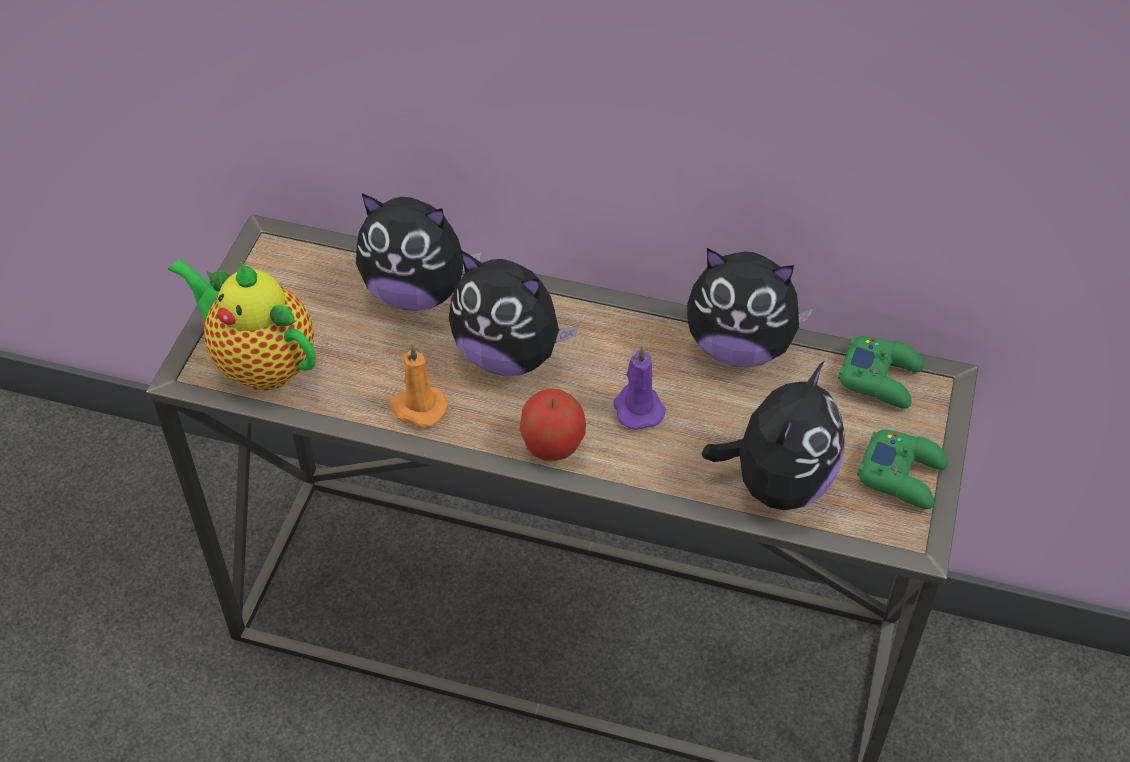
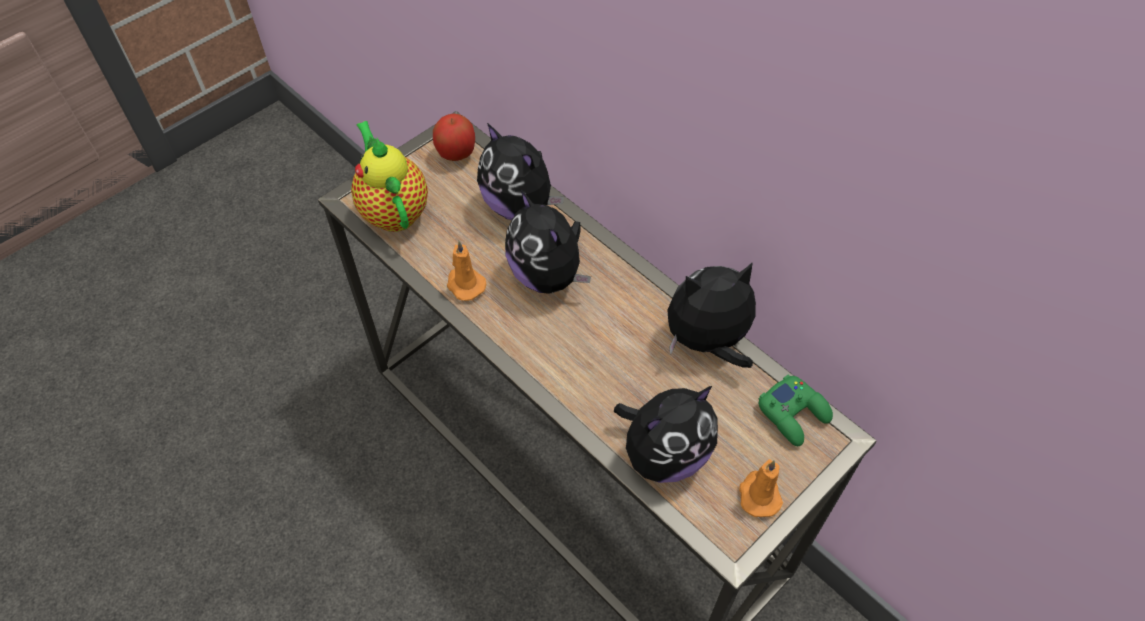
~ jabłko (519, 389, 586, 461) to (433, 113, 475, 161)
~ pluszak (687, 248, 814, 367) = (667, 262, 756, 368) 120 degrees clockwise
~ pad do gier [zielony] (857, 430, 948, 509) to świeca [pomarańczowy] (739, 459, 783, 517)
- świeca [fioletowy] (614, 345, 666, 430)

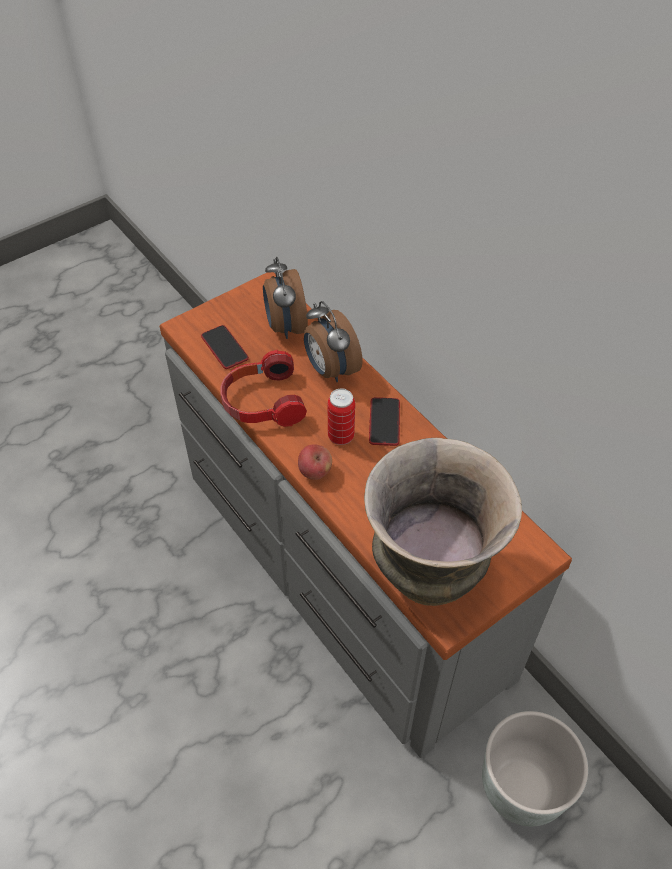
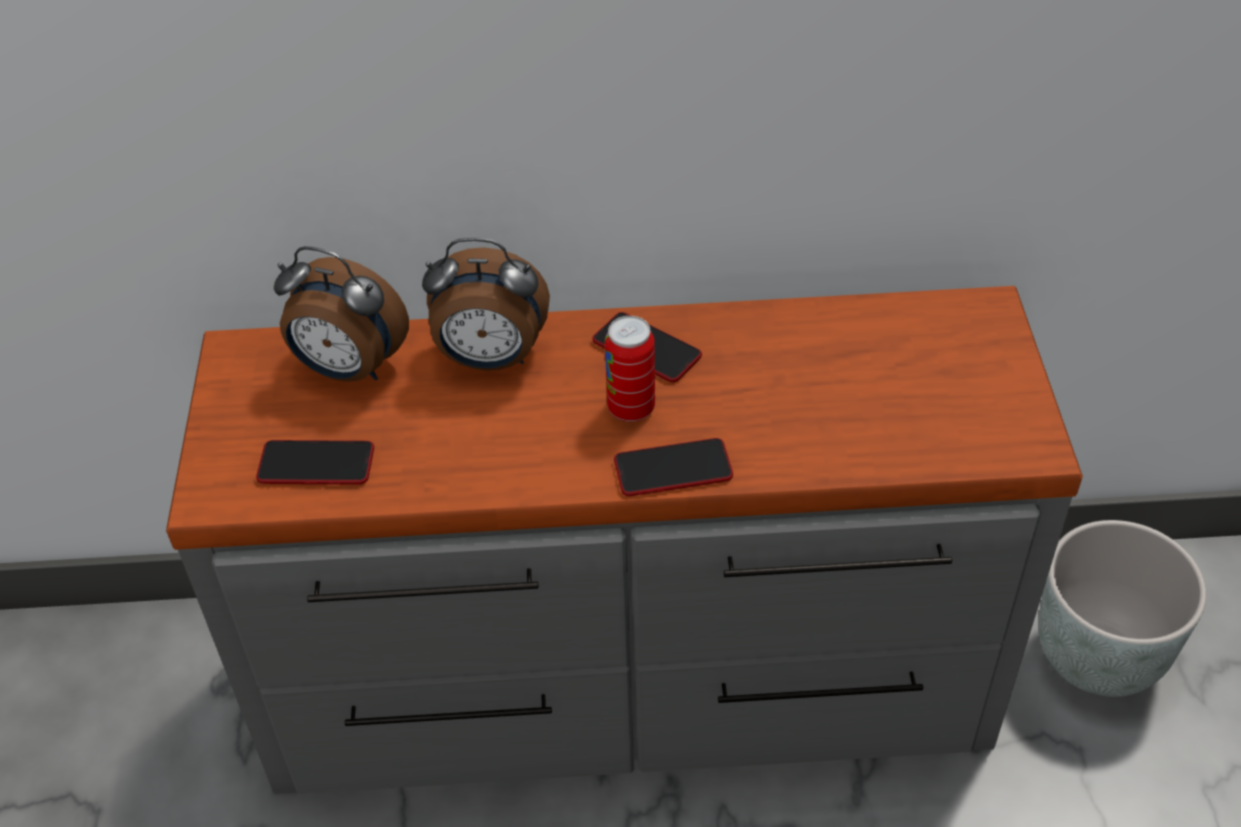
~ jabłko (298, 444, 332, 480) to telefon (614, 438, 733, 496)
- słuchawki (220, 350, 307, 427)
- wazon (364, 438, 522, 606)

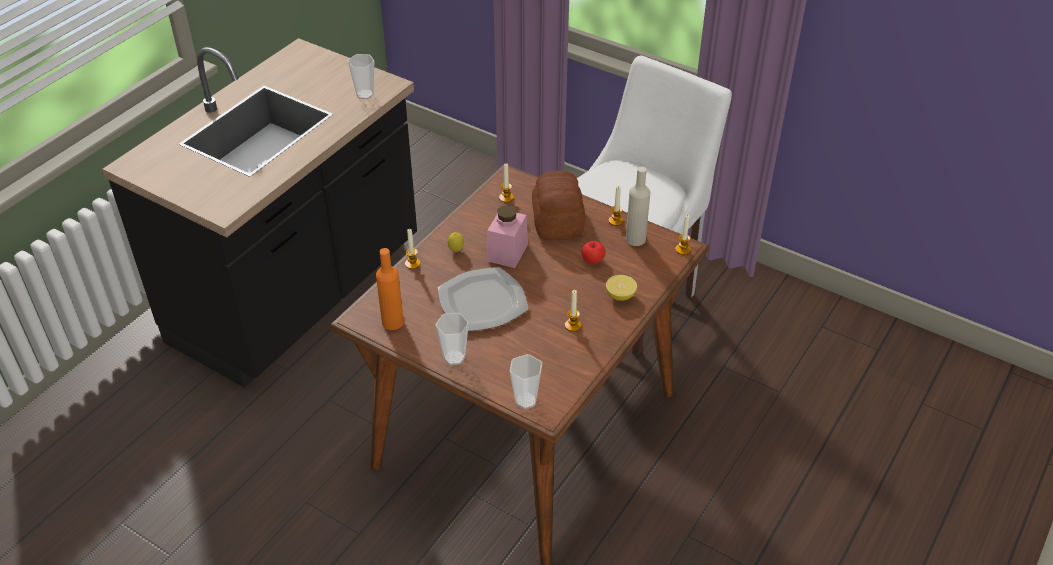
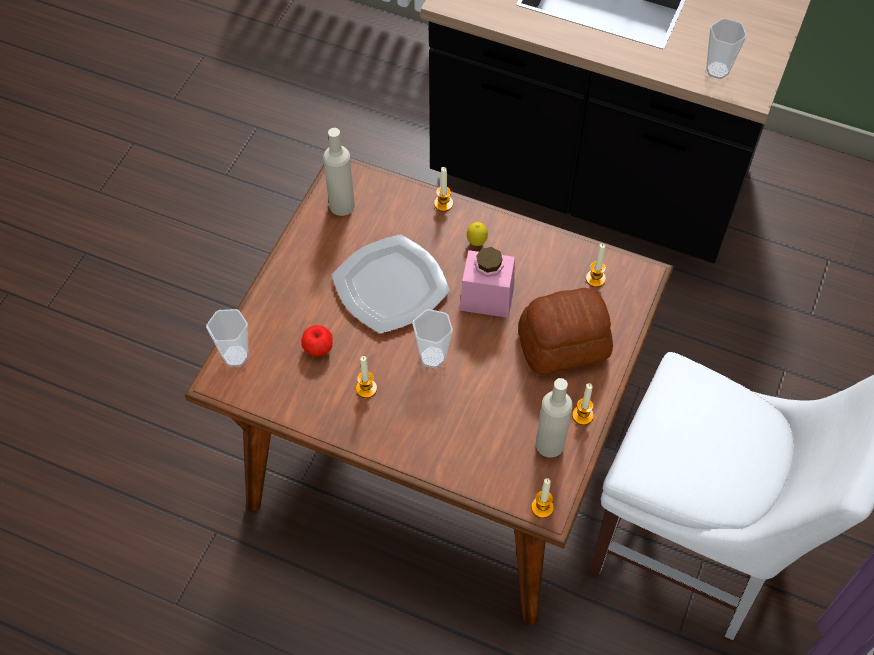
~ jabłko (582, 241, 606, 264) to (301, 325, 333, 356)
~ butelka [pomarańczowy] (376, 248, 404, 330) to butelka [beżowy] (323, 128, 355, 216)
~ filiżanka (436, 313, 469, 365) to (412, 309, 453, 368)
- cytryna (606, 275, 637, 301)

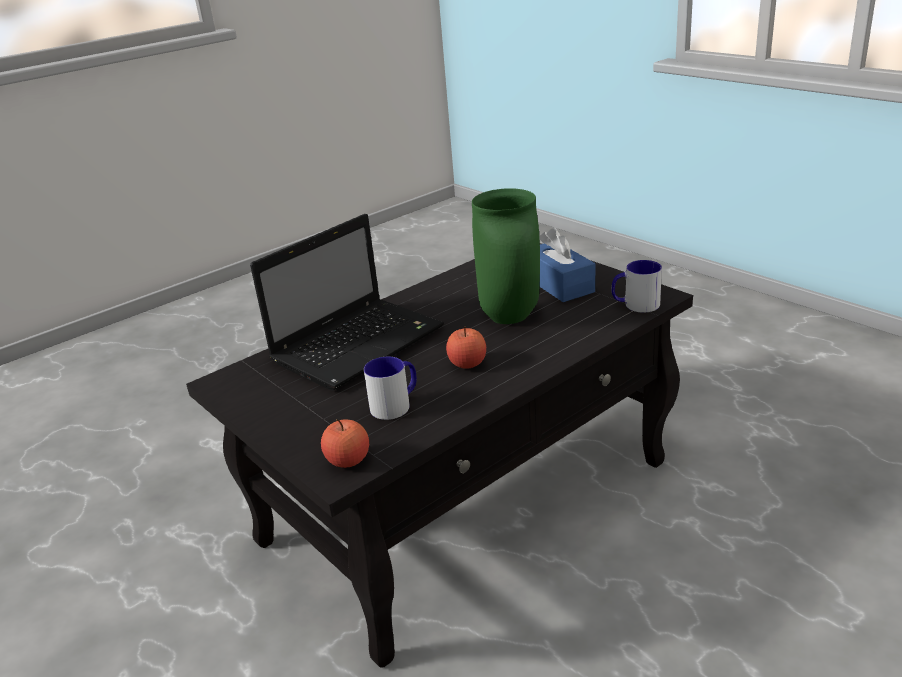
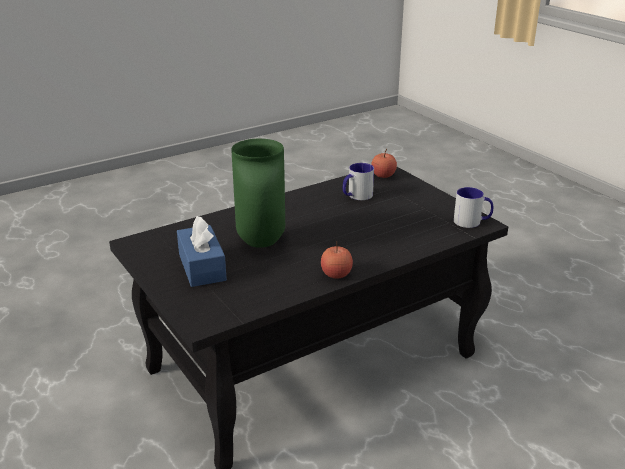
~ jabłko (446, 326, 486, 369) to (321, 241, 353, 279)
~ kubek (611, 260, 662, 312) to (454, 187, 493, 228)
- laptop (250, 214, 444, 391)

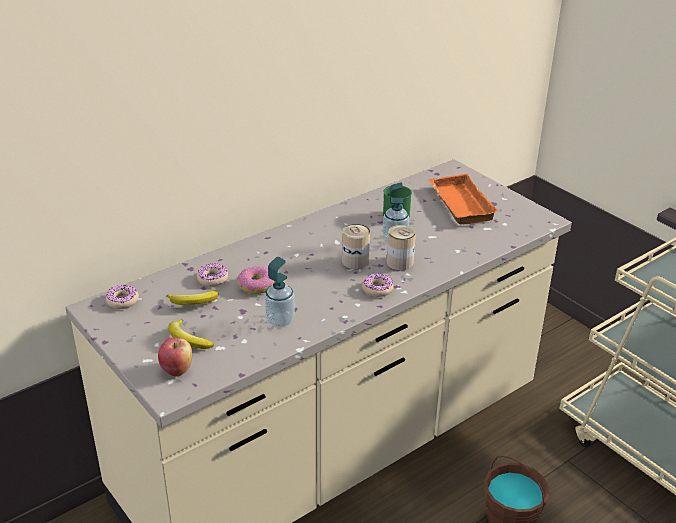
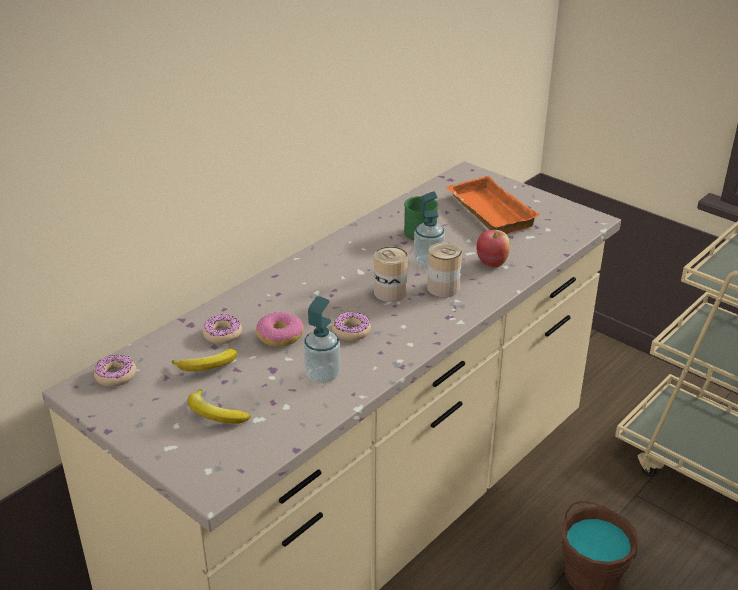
~ donut (362, 273, 393, 297) to (332, 312, 371, 341)
~ jabłko (158, 338, 192, 377) to (477, 230, 510, 268)

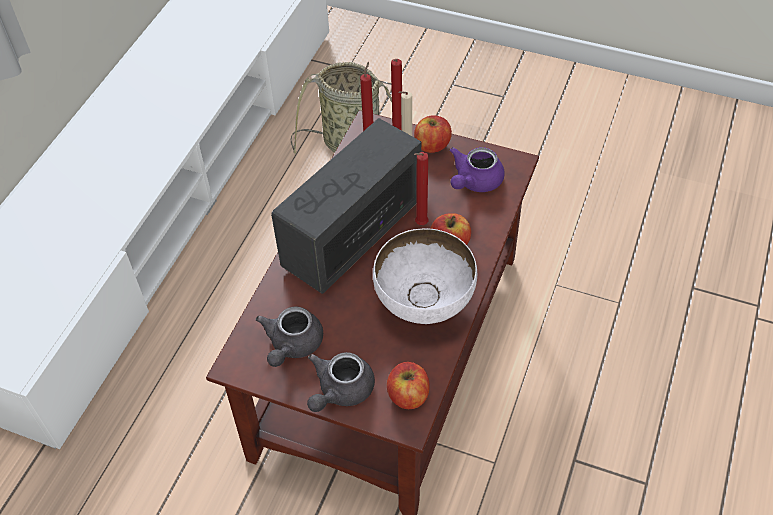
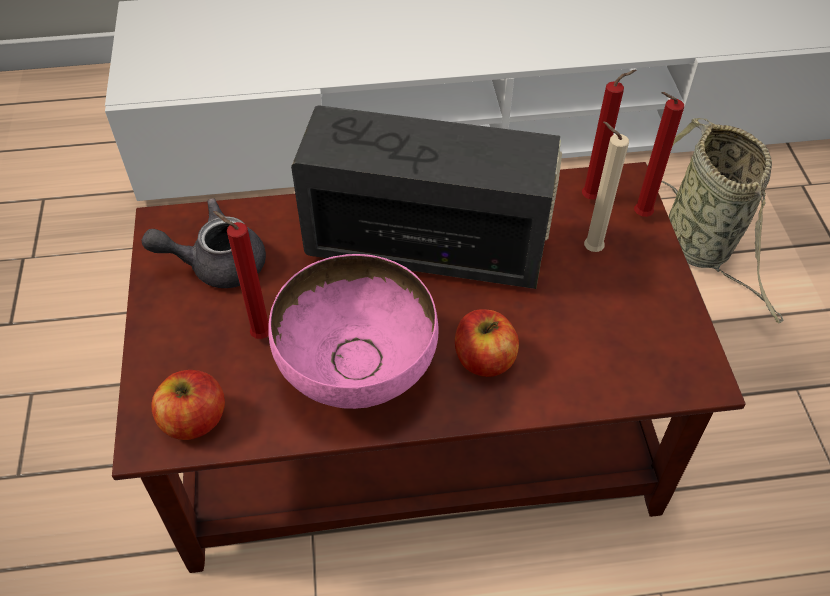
~ świeca [czerwony] (414, 152, 429, 225) to (213, 211, 269, 339)
~ miska [biały] (373, 228, 477, 324) to miska [różowy] (268, 254, 438, 409)
- imbryk [szary] (307, 352, 375, 412)
- jabłko (414, 115, 452, 153)
- imbryk [fioletowy] (450, 147, 505, 192)

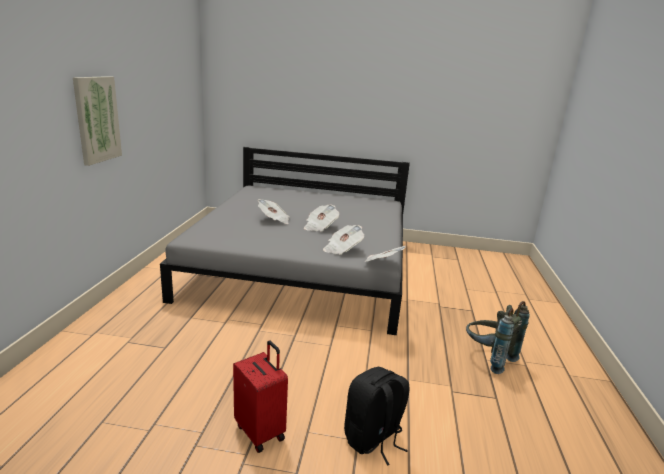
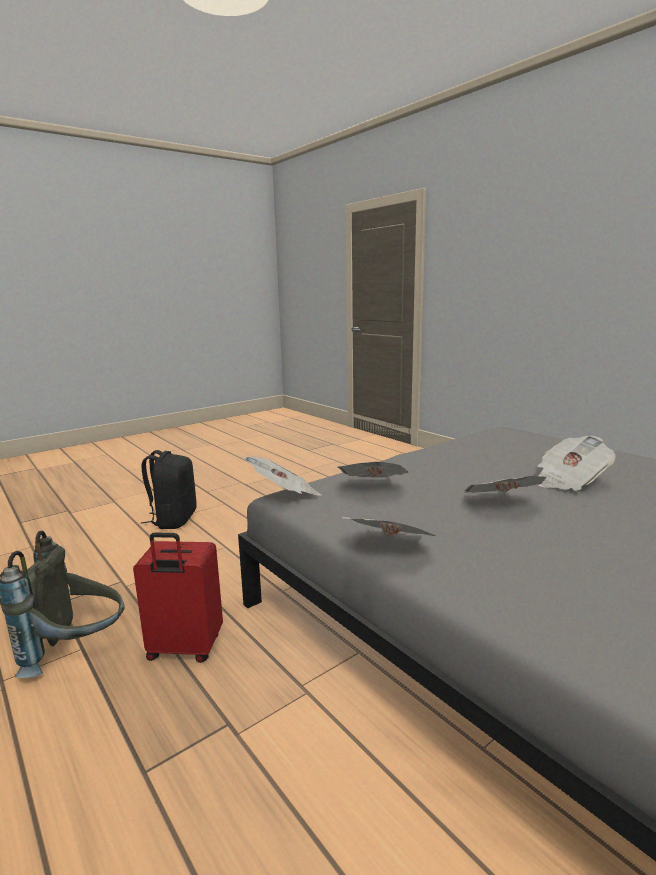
~ walizka [czerwony] (233, 340, 288, 453) to (133, 532, 223, 663)
+ gazeta (342, 517, 436, 536)
- obraz (73, 76, 122, 166)

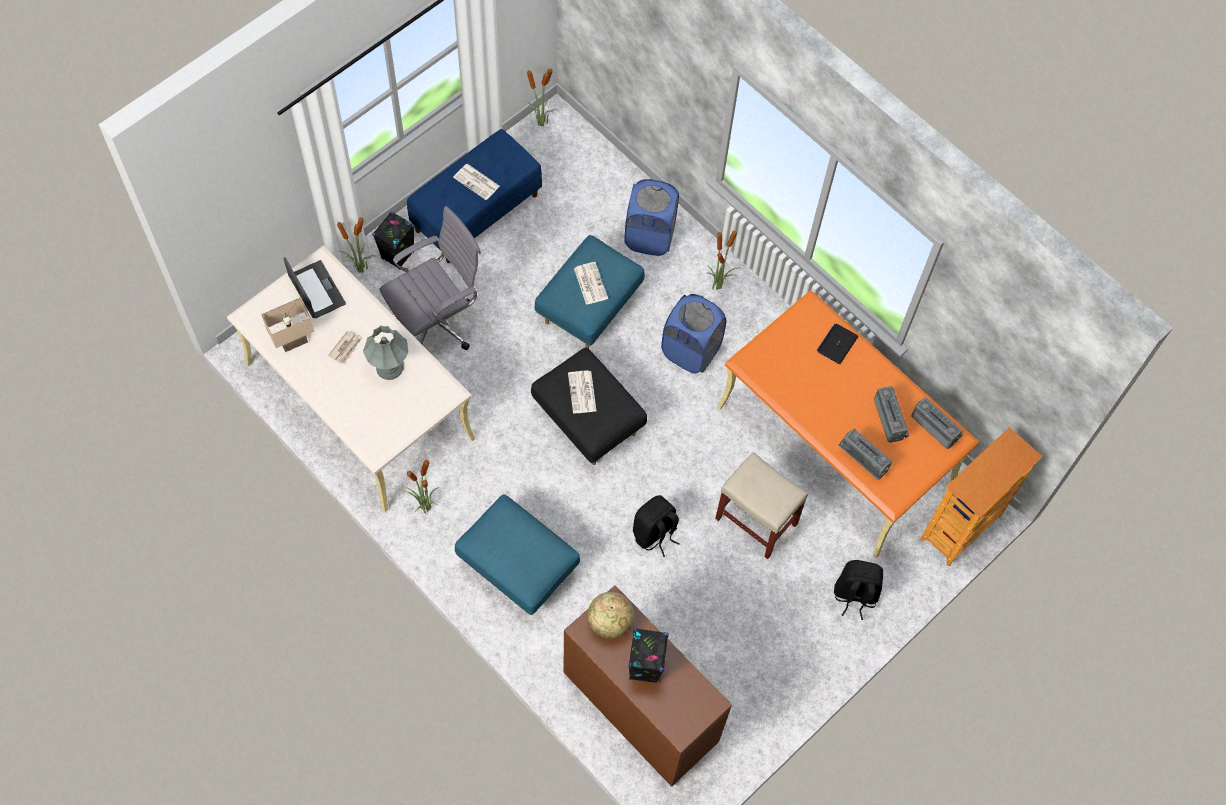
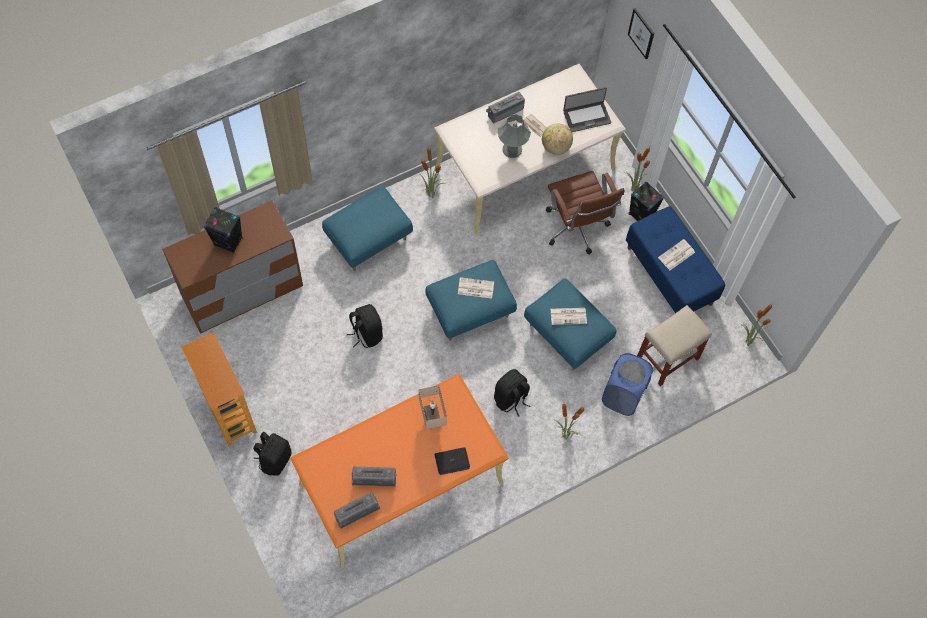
~ regał (920, 427, 1043, 566) to (181, 332, 257, 446)
~ lampa stołowa [beżowy] (261, 298, 314, 352) to (419, 385, 447, 430)
~ pufa [czarny] (531, 347, 647, 465) to pufa [niebieski] (425, 260, 517, 341)
~ laptop (817, 324, 858, 364) = (434, 447, 470, 475) 120 degrees clockwise
~ radio (838, 429, 892, 480) to (486, 92, 525, 123)
~ kosz na pranie [niebieski] (661, 294, 727, 374) to plecak [czarny] (494, 369, 530, 417)
~ globus (587, 592, 634, 639) to (542, 124, 573, 155)
~ krzesło biurowe [szary] (379, 206, 481, 350) to krzesło biurowe [brązowy] (546, 171, 625, 254)
+ obraz (628, 8, 654, 59)
~ stołek [beżowy] (715, 452, 808, 559) to (637, 305, 712, 386)

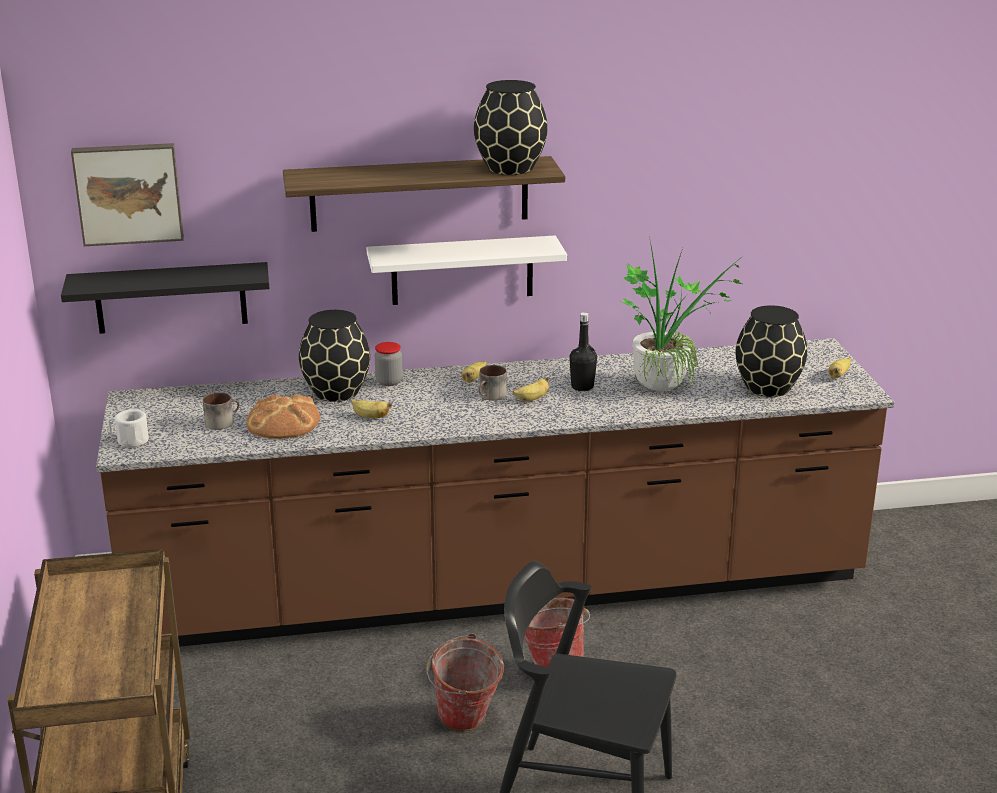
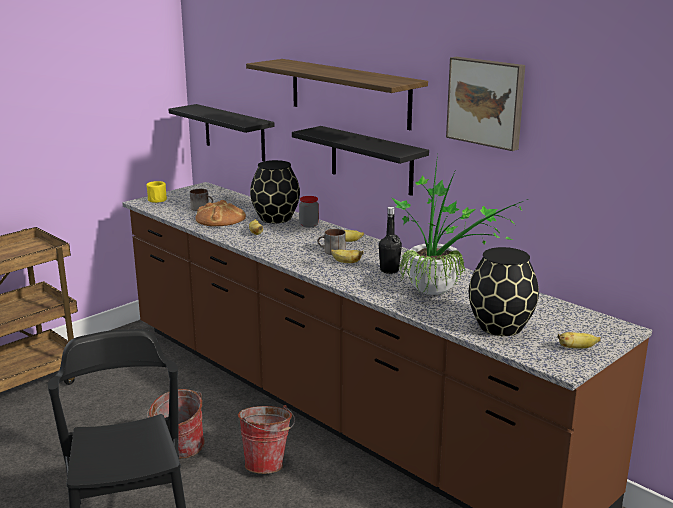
~ kubek [biały] (108, 409, 149, 447) to kubek [żółty] (146, 181, 167, 203)
~ półka [biały] (366, 236, 567, 305) to półka [czarny] (292, 126, 429, 196)
~ obraz (71, 143, 184, 246) to (446, 57, 525, 151)
- wazon [czarny] (474, 80, 548, 175)

